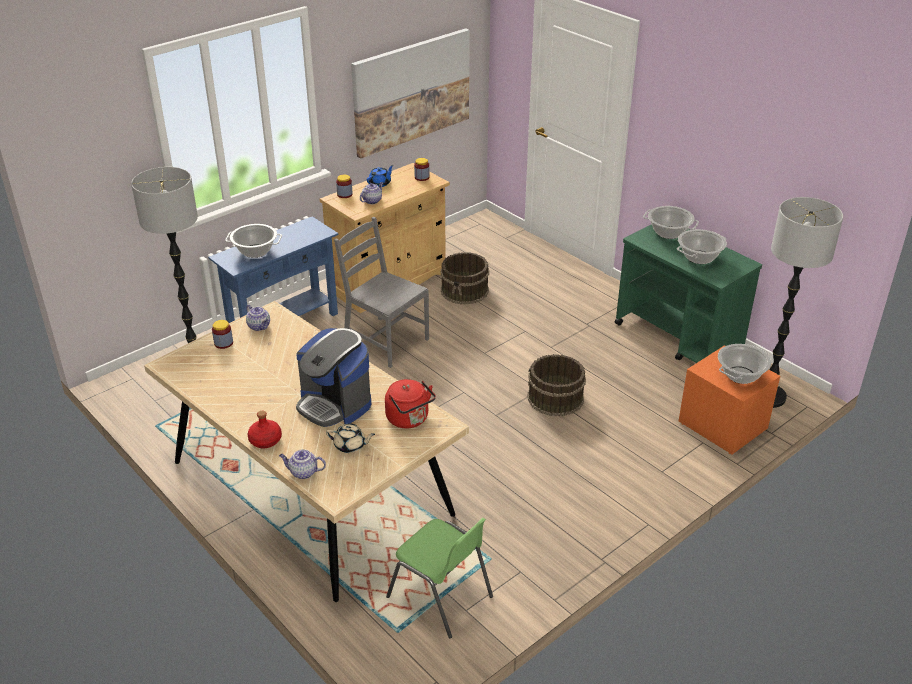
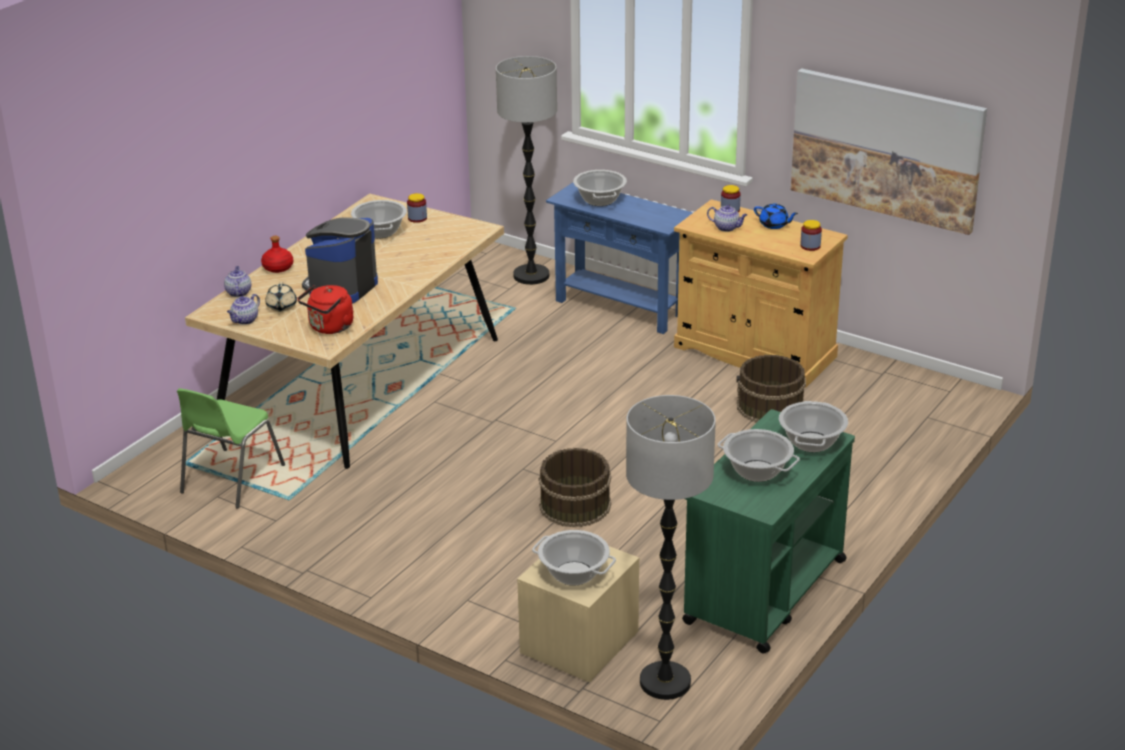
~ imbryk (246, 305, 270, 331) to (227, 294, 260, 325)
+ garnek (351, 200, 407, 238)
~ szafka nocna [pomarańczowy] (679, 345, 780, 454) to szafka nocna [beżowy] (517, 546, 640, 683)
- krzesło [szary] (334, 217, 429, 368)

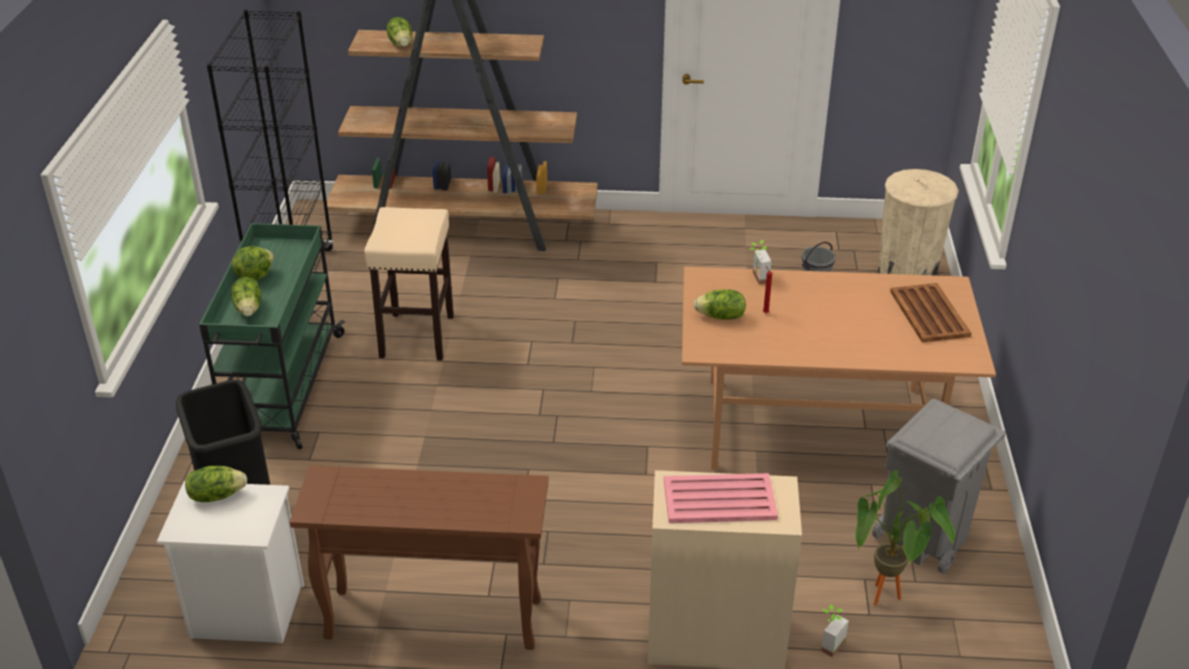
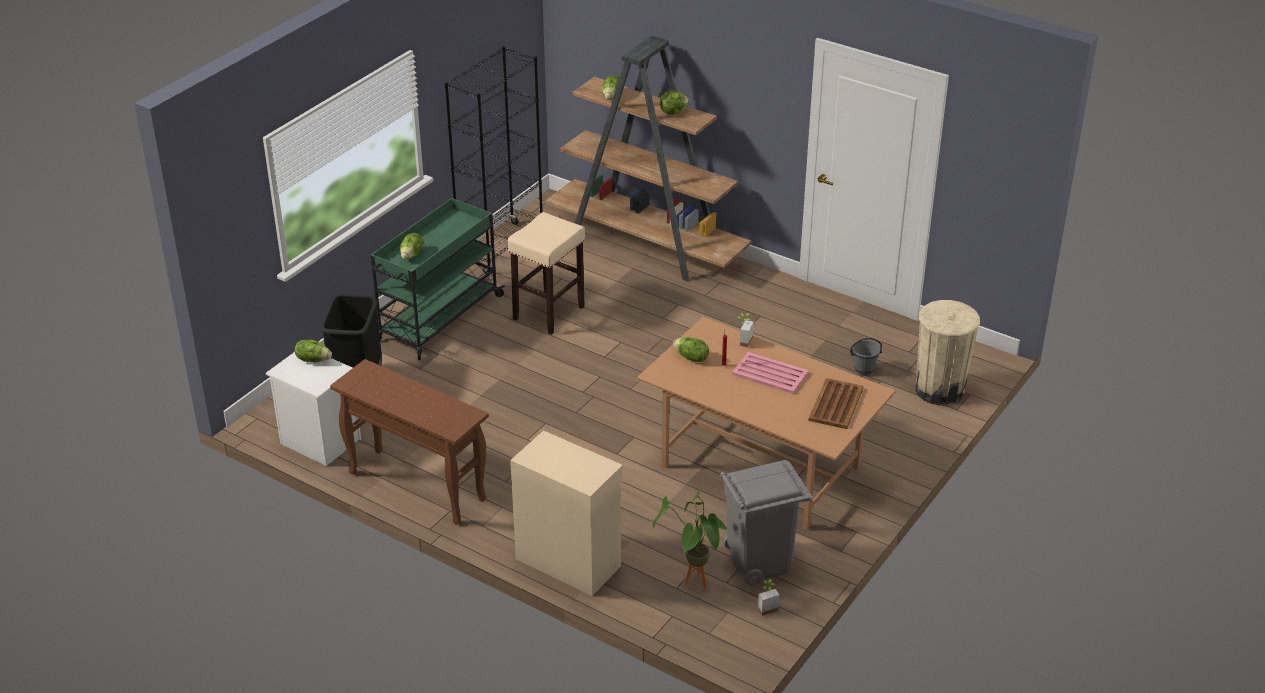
~ sałata (232, 246, 274, 281) to (660, 91, 689, 115)
~ taca [różowy] (664, 473, 778, 523) to (732, 352, 809, 394)
~ roślina doniczkowa (821, 605, 849, 657) to (758, 579, 780, 616)

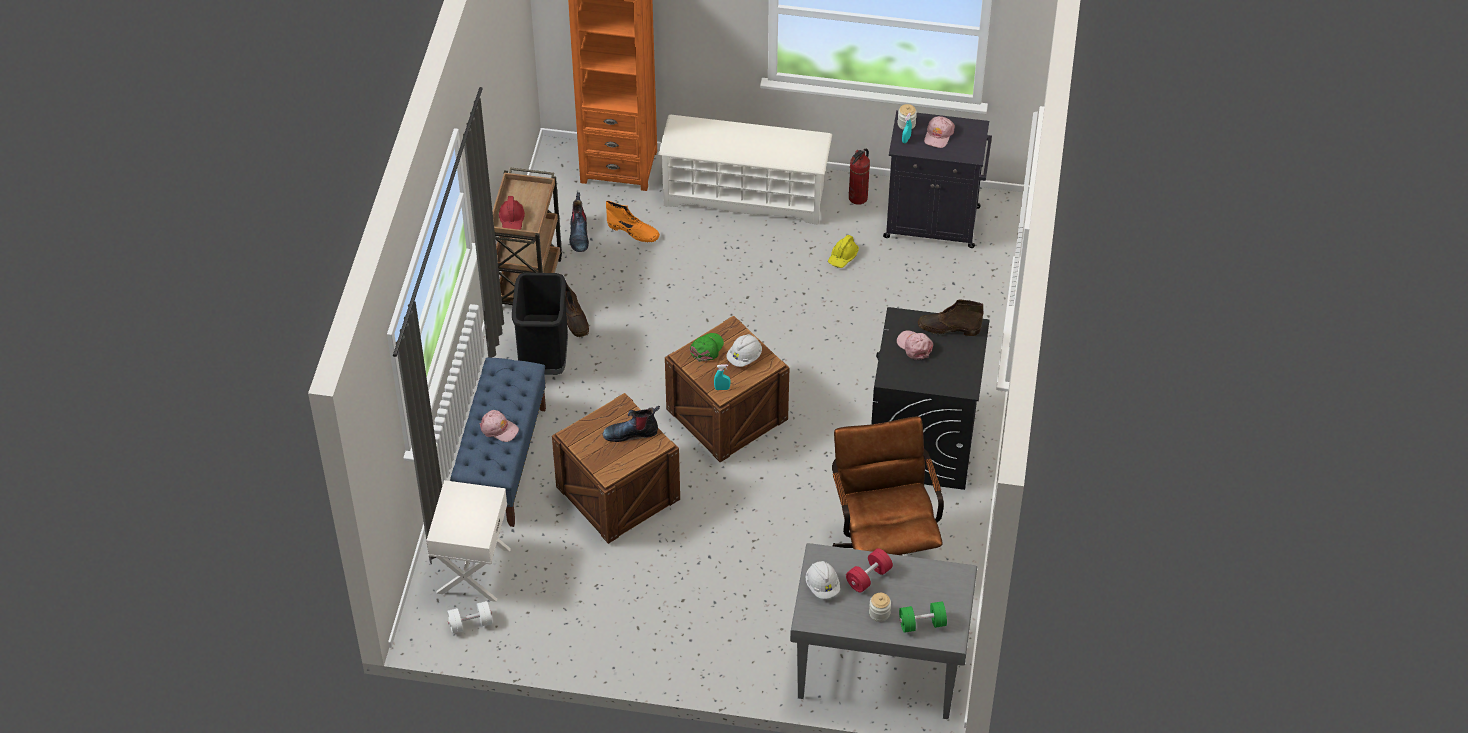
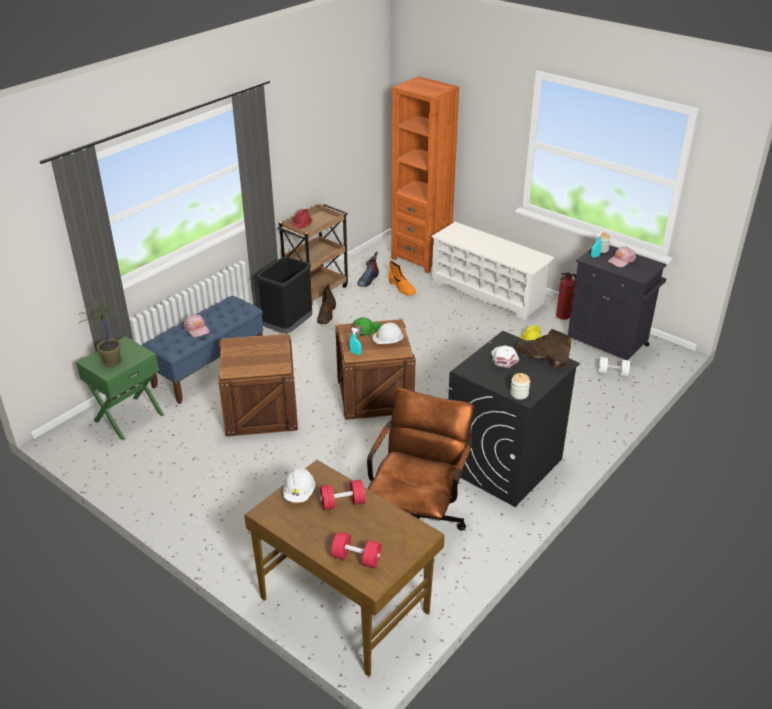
~ szafka nocna [biały] (426, 480, 511, 602) to szafka nocna [zielony] (76, 336, 164, 441)
+ roślina doniczkowa (79, 300, 122, 367)
~ biurko [szary] (790, 543, 977, 719) to biurko [brązowy] (244, 460, 445, 677)
~ hantel [zielony] (899, 601, 947, 633) to hantel [czerwony] (331, 532, 382, 568)
~ czapka z daszkiem [różowy] (897, 330, 933, 360) to czapka z daszkiem [biały] (491, 346, 519, 368)
~ słoik (869, 593, 891, 622) to (510, 373, 530, 400)
~ hantel [biały] (447, 601, 492, 633) to (598, 357, 630, 377)
- but z cholewką (603, 406, 660, 442)

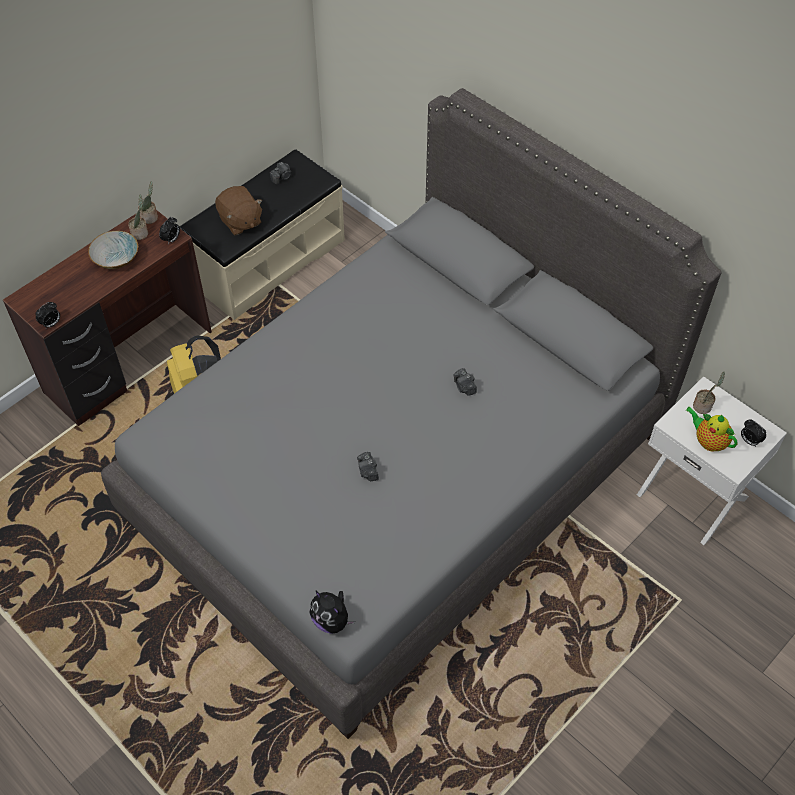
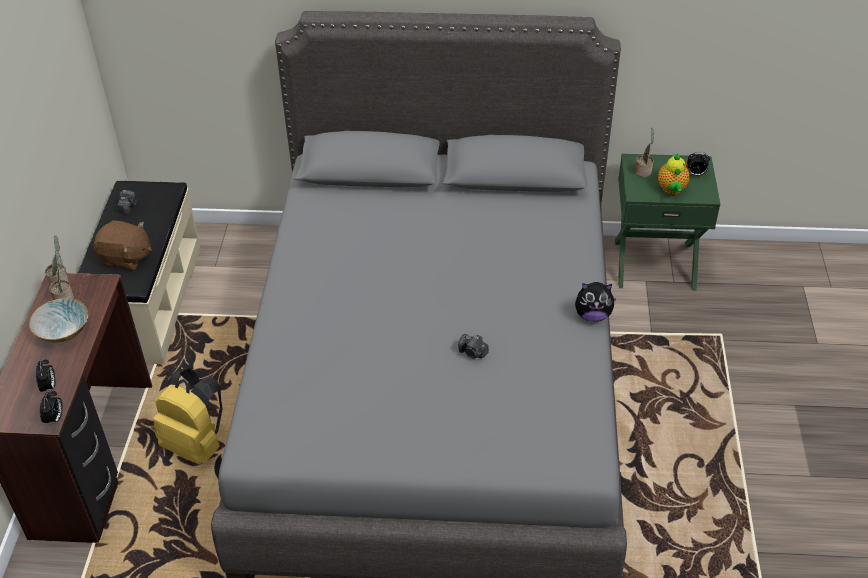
~ budzik (159, 217, 180, 245) to (36, 359, 55, 392)
~ pluszak (310, 590, 355, 634) to (575, 282, 616, 322)
~ szafka nocna [biały] (637, 376, 787, 545) to szafka nocna [zielony] (615, 154, 720, 291)
~ imbryk (686, 407, 738, 451) = (658, 153, 689, 194) 90 degrees counterclockwise
- aparat fotograficzny (453, 368, 477, 396)

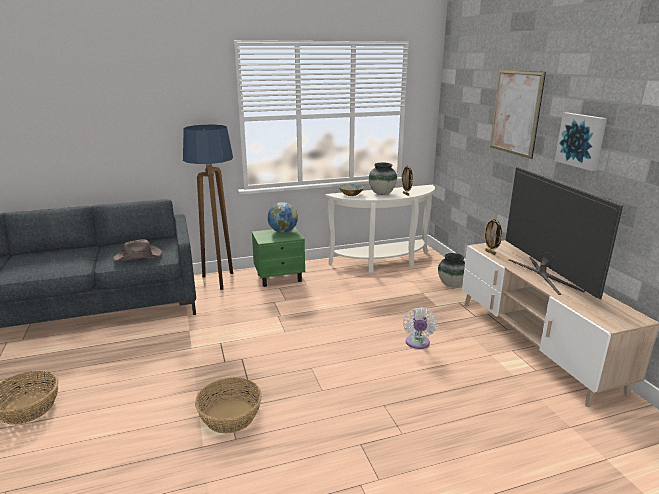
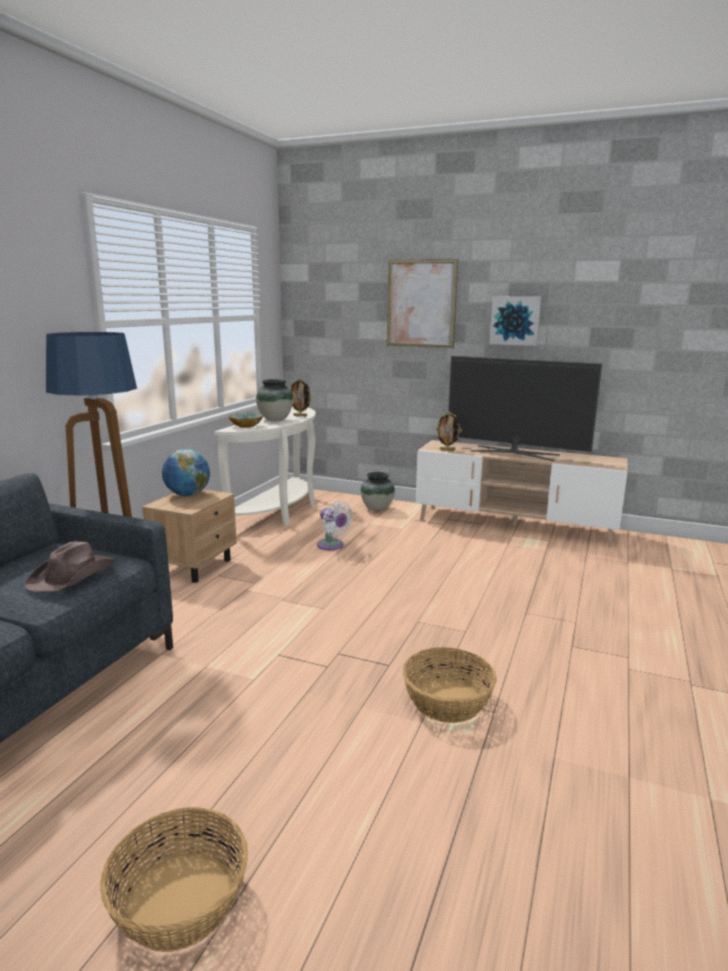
~ szafka nocna [zielony] (252, 227, 305, 287) to szafka nocna [beżowy] (142, 489, 237, 583)
~ wentylator [biały] (403, 308, 437, 349) to (317, 501, 353, 550)

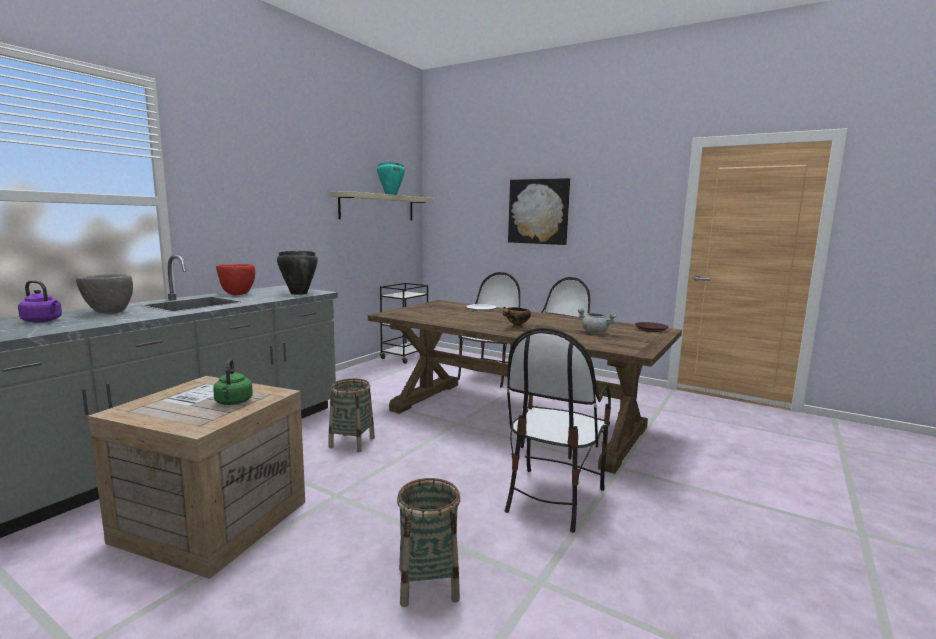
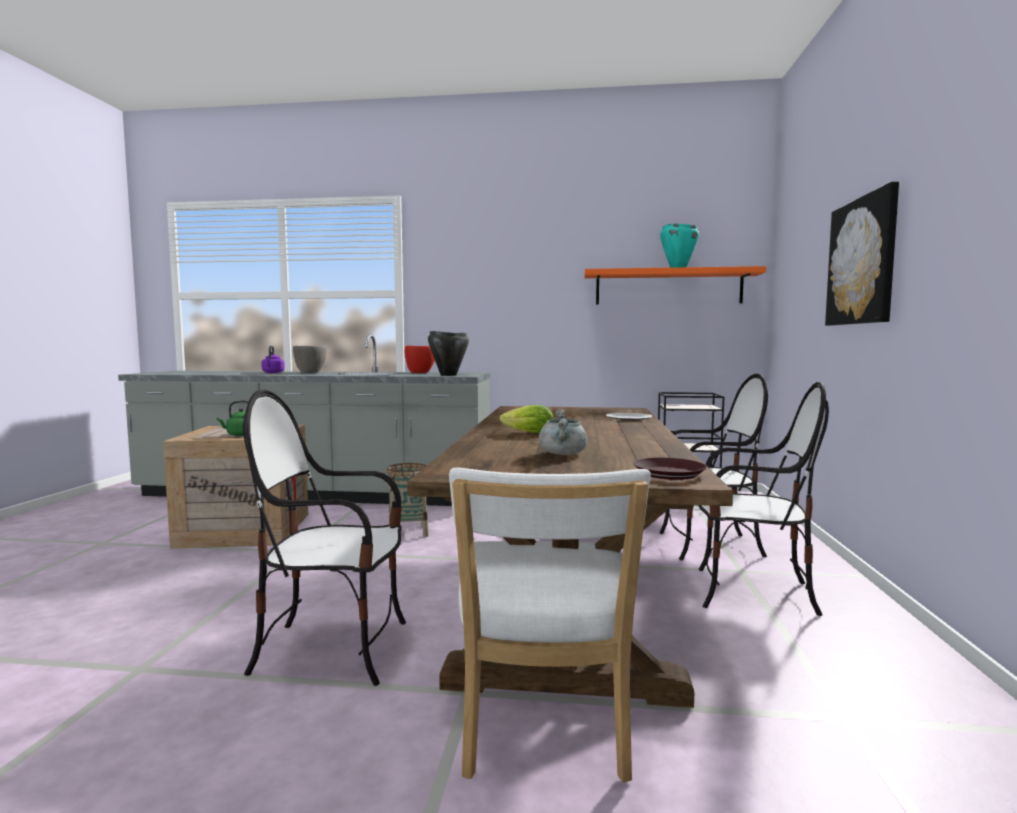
+ krzesło [biały] (449, 468, 651, 783)
~ miska (503, 307, 531, 328) to sałata (500, 405, 554, 433)
~ półka [beżowy] (330, 191, 434, 220) to półka [pomarańczowy] (585, 266, 766, 304)
- koszyk (397, 478, 460, 607)

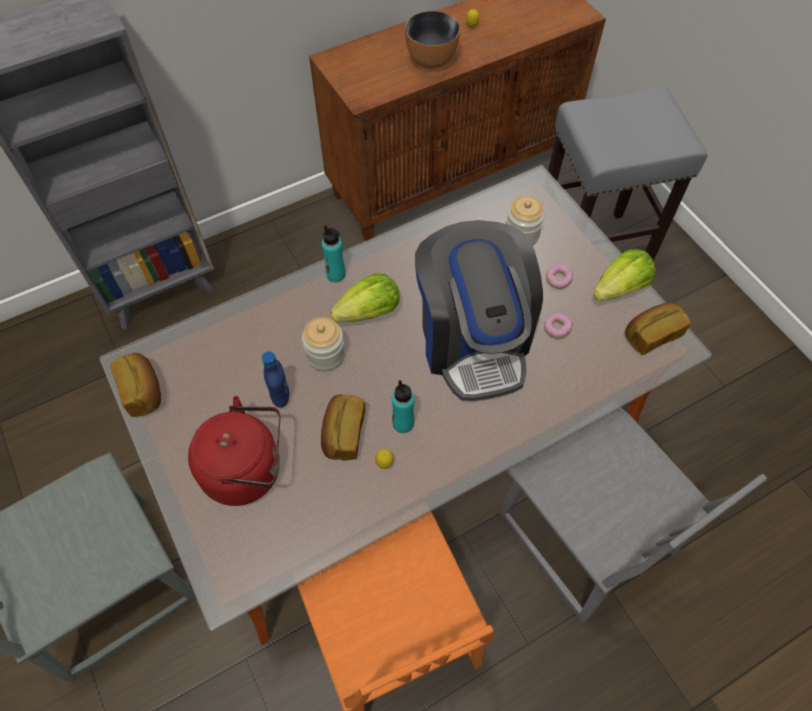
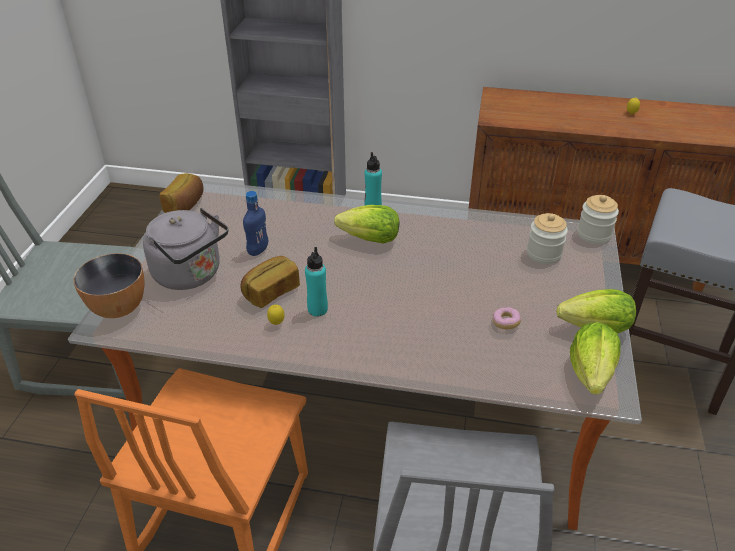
~ miska (405, 11, 460, 69) to (73, 253, 144, 318)
~ czajnik [czerwony] (188, 396, 280, 506) to czajnik [szary] (143, 208, 228, 290)
~ chleb (625, 302, 691, 355) to sałata (570, 322, 621, 395)
~ słoik (302, 317, 345, 371) to (577, 195, 619, 244)
- ekspres do kawy (415, 220, 543, 401)
- donut (546, 264, 573, 289)

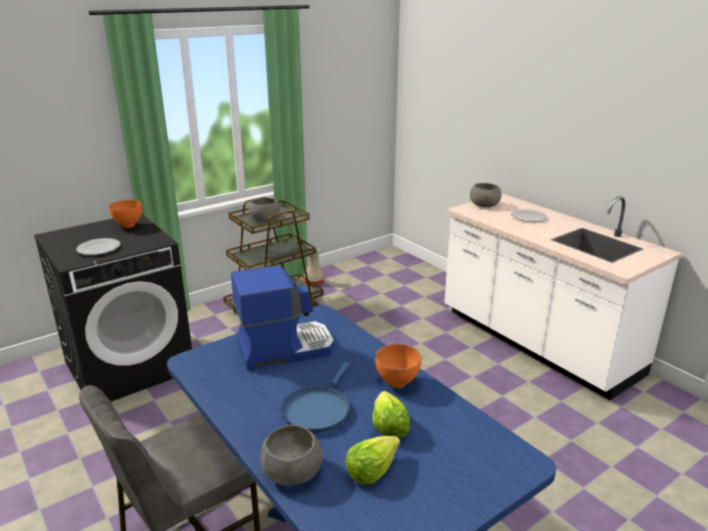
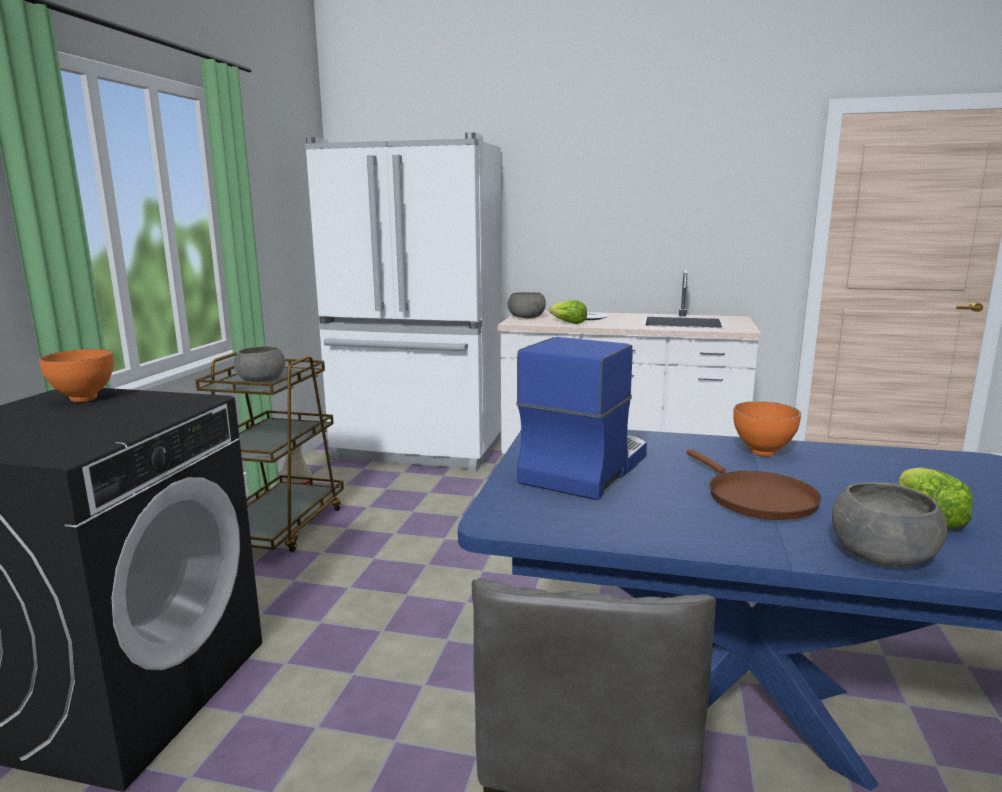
+ lodówka [biały] (305, 132, 502, 472)
~ sałata (373, 391, 410, 438) to (549, 300, 587, 324)
~ patelnia [niebieski] (281, 362, 350, 433) to patelnia [brązowy] (686, 449, 821, 520)
- talerz (76, 238, 121, 255)

